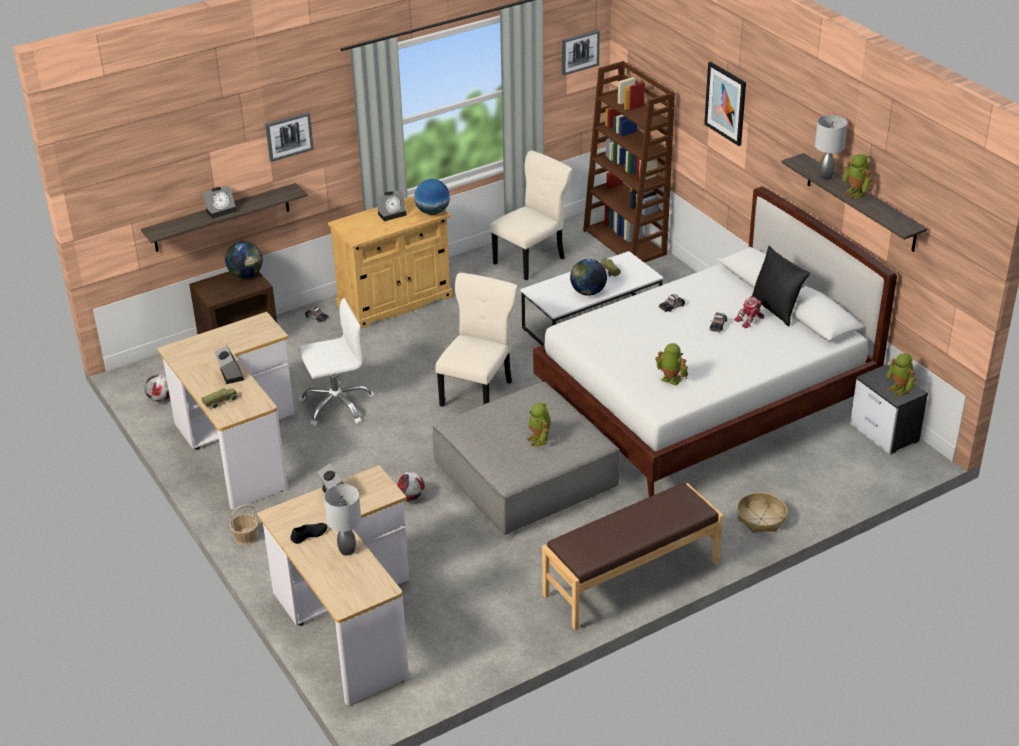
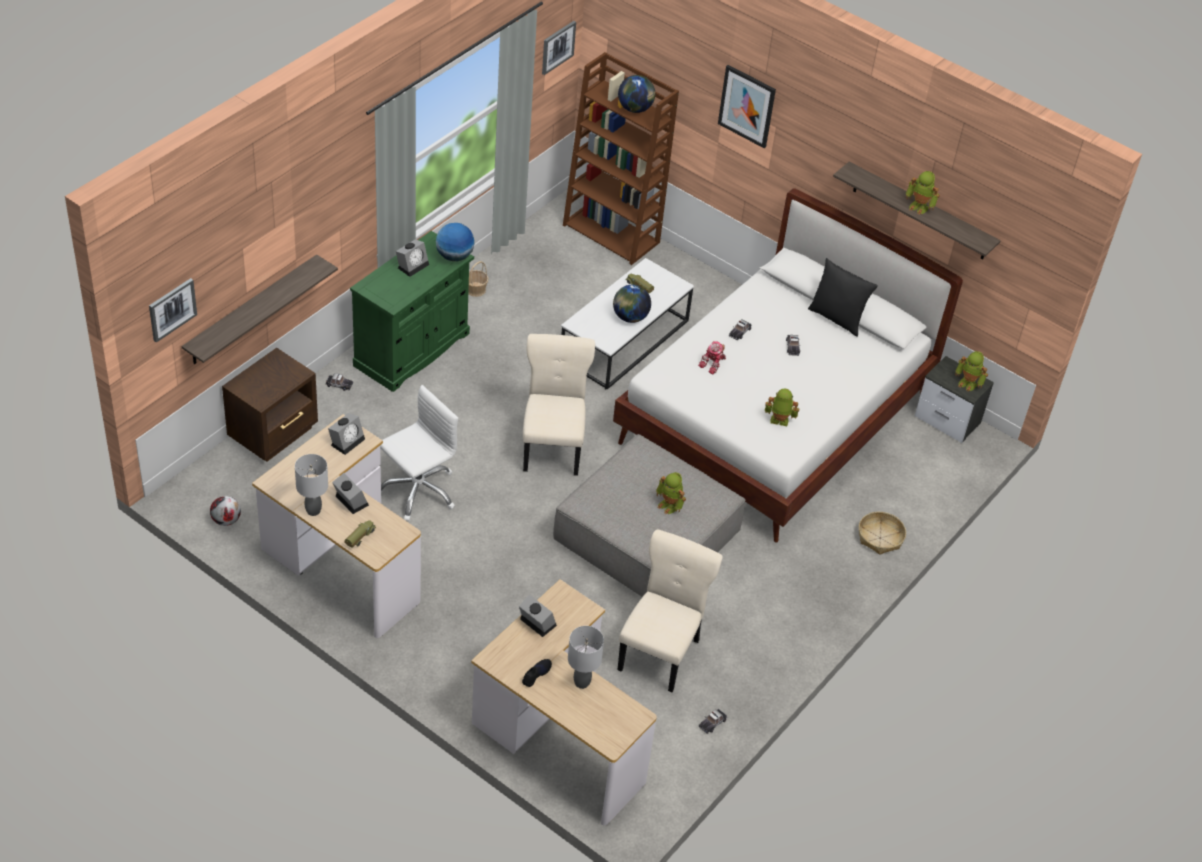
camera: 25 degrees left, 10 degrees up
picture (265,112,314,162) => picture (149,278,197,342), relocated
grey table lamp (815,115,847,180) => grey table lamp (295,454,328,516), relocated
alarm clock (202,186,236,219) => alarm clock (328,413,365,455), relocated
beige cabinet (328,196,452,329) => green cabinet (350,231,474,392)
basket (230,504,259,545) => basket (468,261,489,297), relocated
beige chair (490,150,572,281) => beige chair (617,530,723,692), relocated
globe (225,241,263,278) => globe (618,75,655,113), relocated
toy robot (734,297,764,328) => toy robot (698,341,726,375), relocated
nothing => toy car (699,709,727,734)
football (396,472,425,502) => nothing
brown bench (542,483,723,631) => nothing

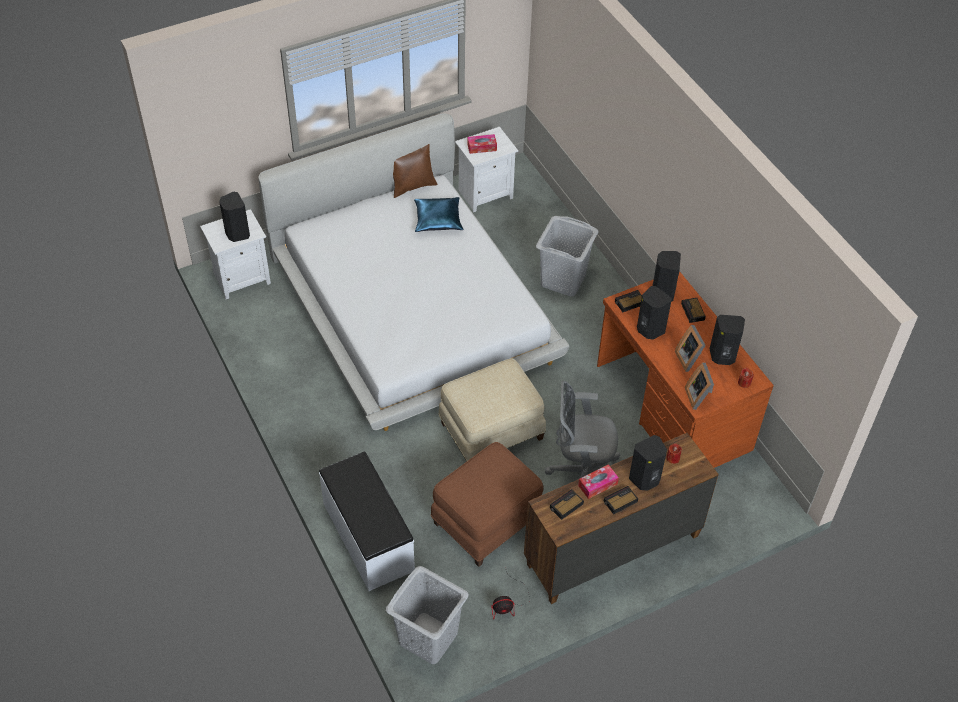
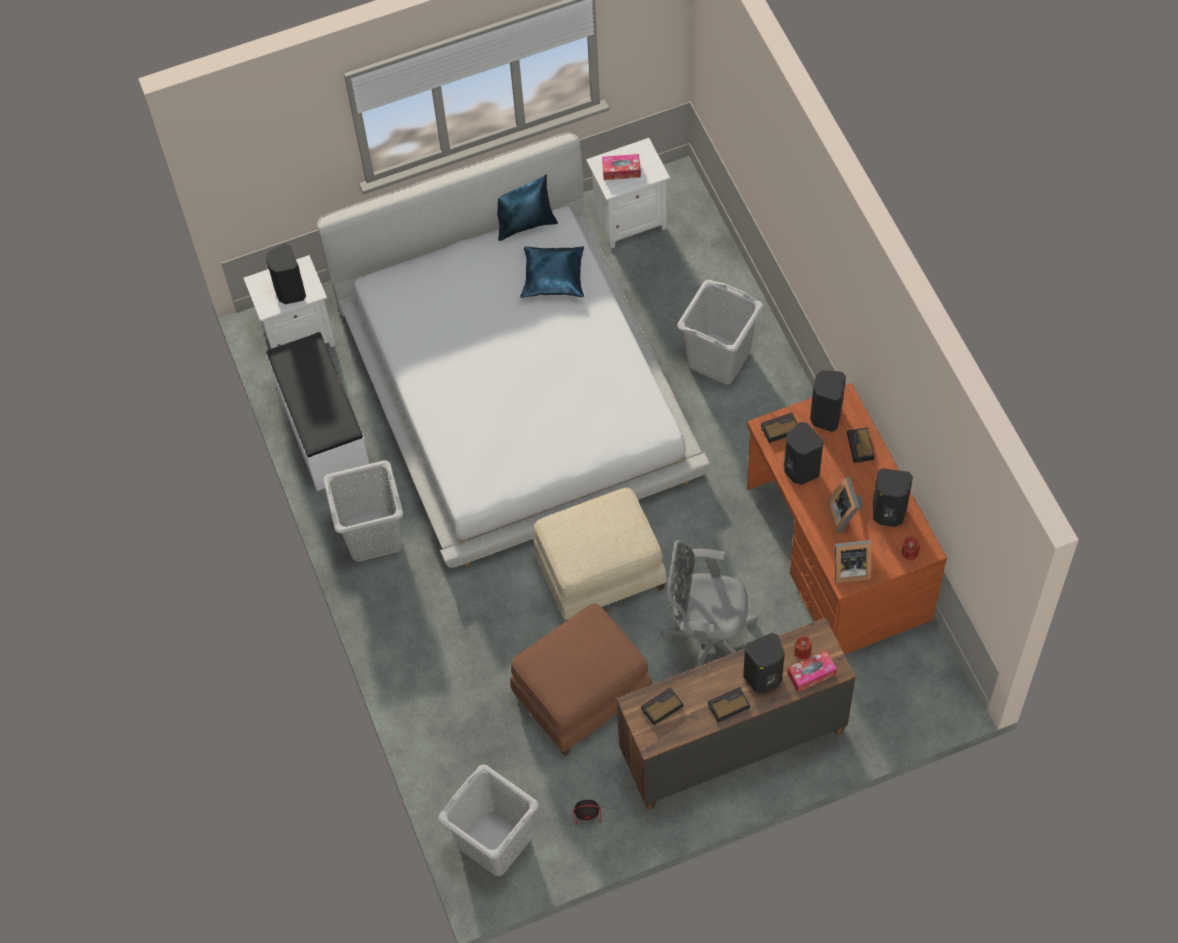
camera: 10 degrees right, 10 degrees up
white bench (319,452,415,591) => white bench (266,332,369,491), relocated
nothing => grey laundry basket (323,460,403,562)
brown pillow (393,144,438,198) => blue pillow (497,175,558,241)
tissue box (578,464,619,499) => tissue box (787,650,837,692), relocated
picture frame (685,363,714,410) => picture frame (832,540,872,583), 90 degrees counterclockwise

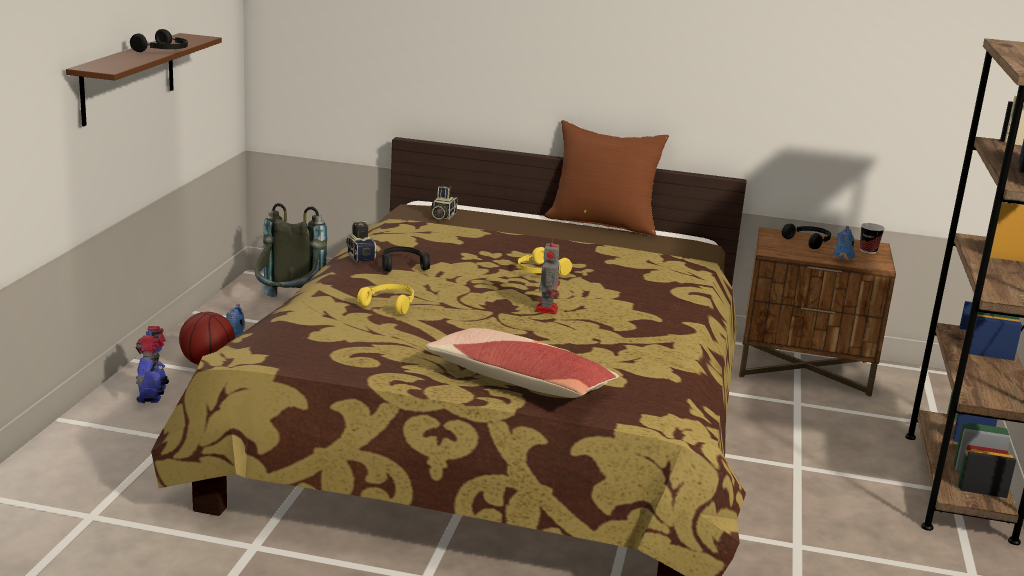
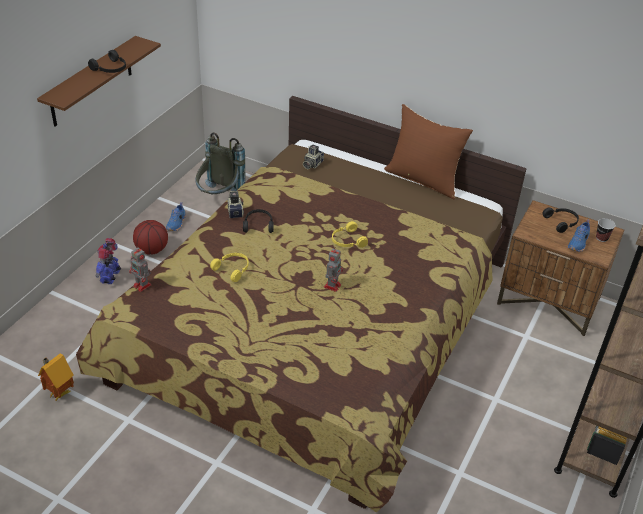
camera: 15 degrees right, 20 degrees up
nothing => toy house (38,353,74,402)
nothing => toy robot (129,246,151,292)
pillow (425,328,619,398) => nothing

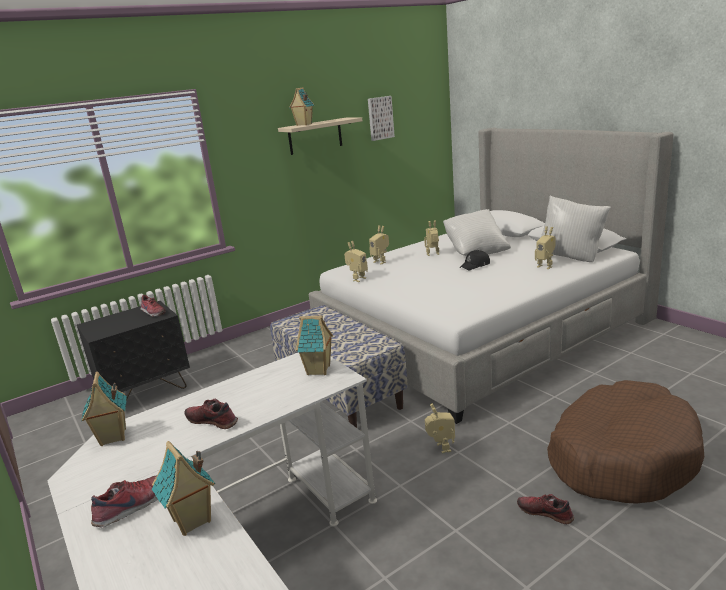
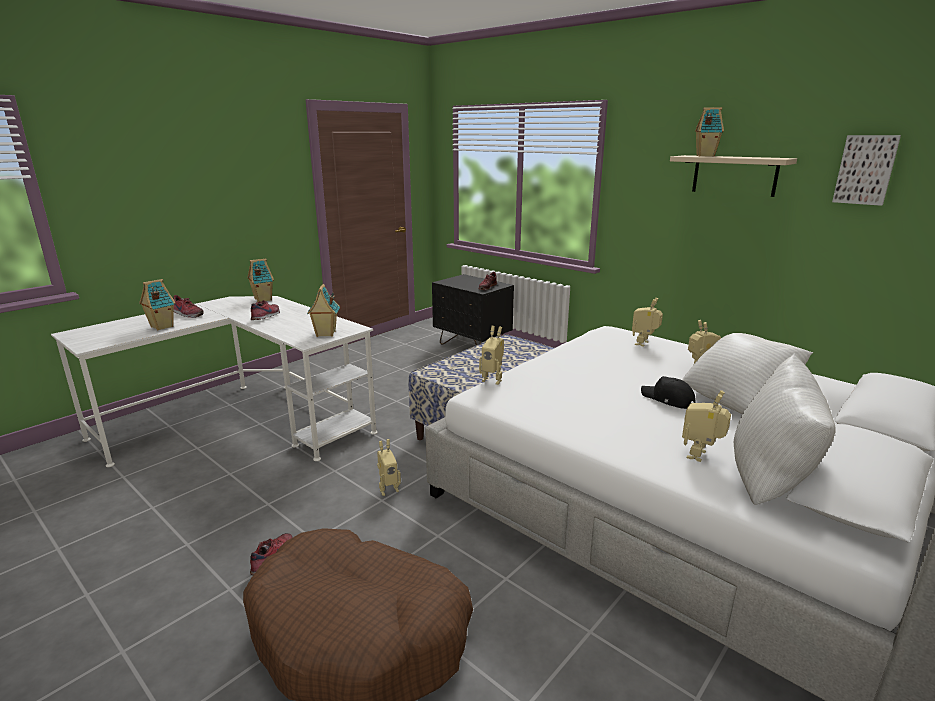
camera: 75 degrees right, 0 degrees up
toy robot (344,241,368,282) => toy robot (479,325,504,385), relocated

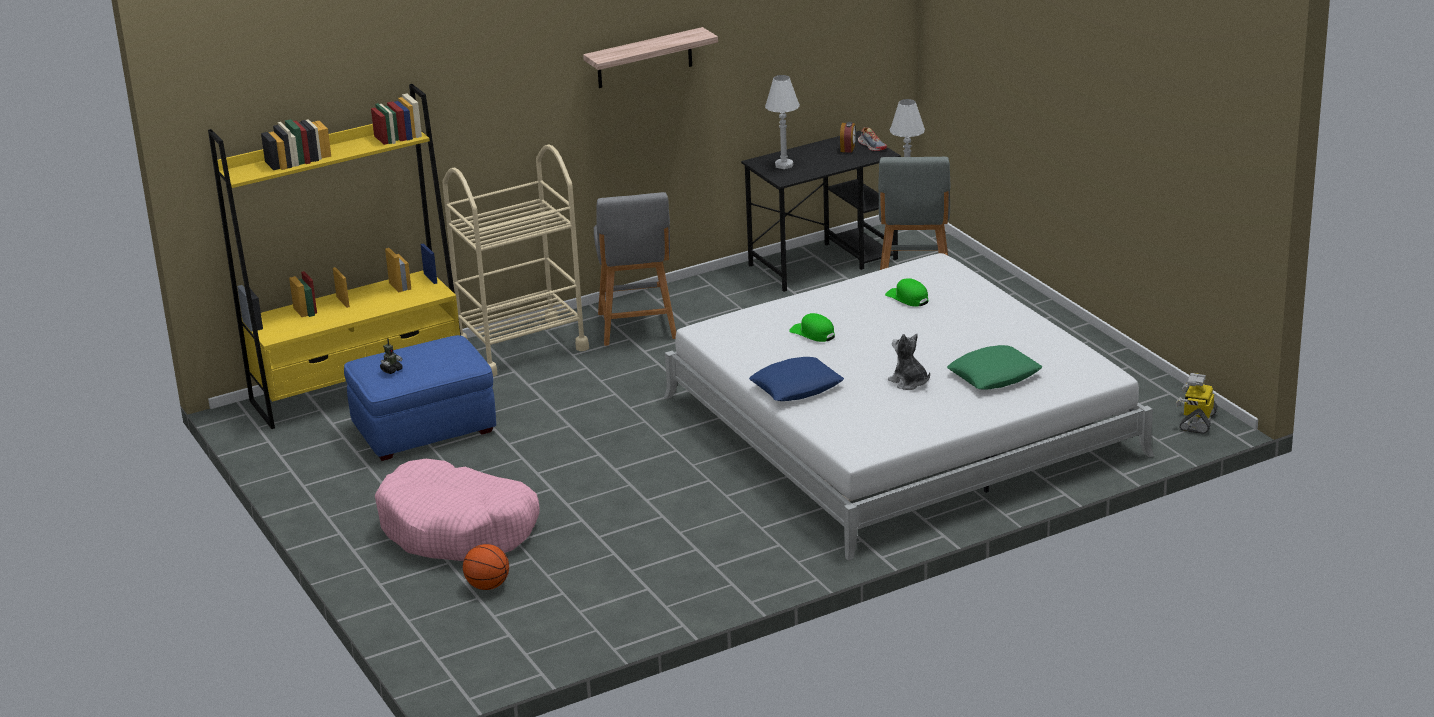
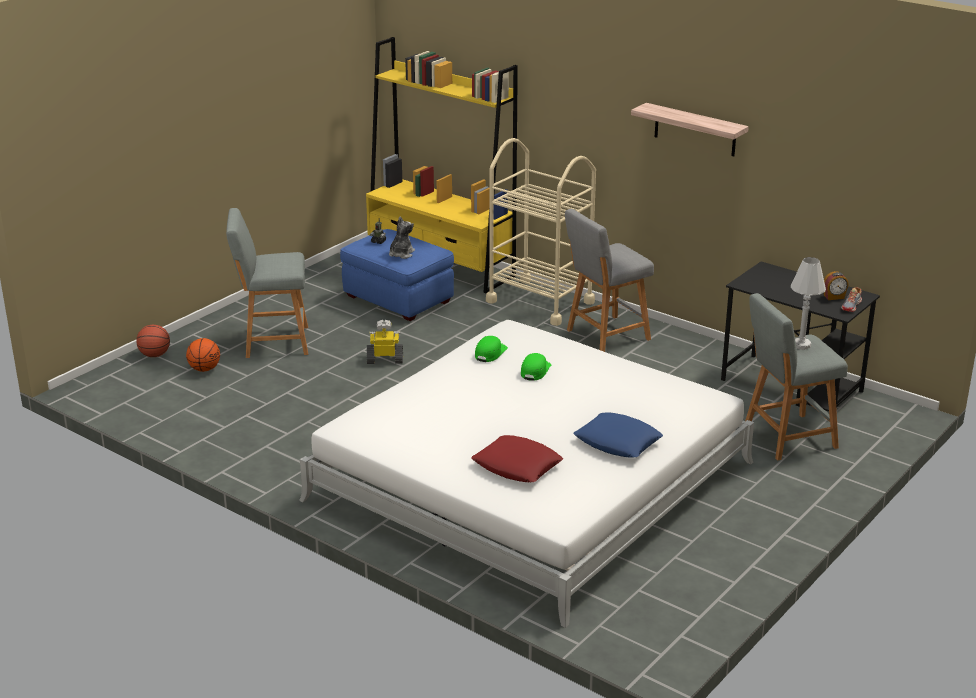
camera: 65 degrees right, 0 degrees up
nothing => basketball (136,325,170,357)
pink dog bed (375,459,540,561) => grey stool (226,208,308,358)
toy robot (1176,373,1218,434) => toy robot (367,320,403,364), relocated
plush toy (888,334,930,390) => plush toy (389,217,415,259), relocated
green pillow (947,345,1042,389) => red pillow (471,435,563,482)
green cap (885,278,928,307) => green cap (475,336,508,362), relocated
blue pillow (749,357,844,401) => blue pillow (573,413,663,457), relocated
white table lamp (765,75,800,169) => nothing

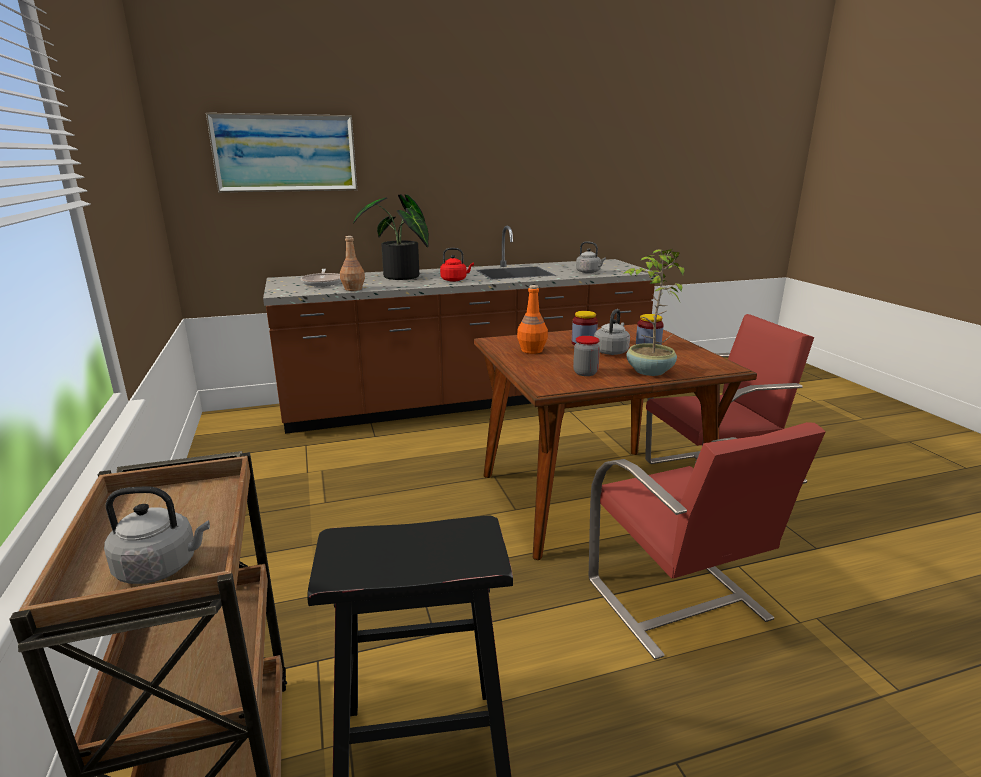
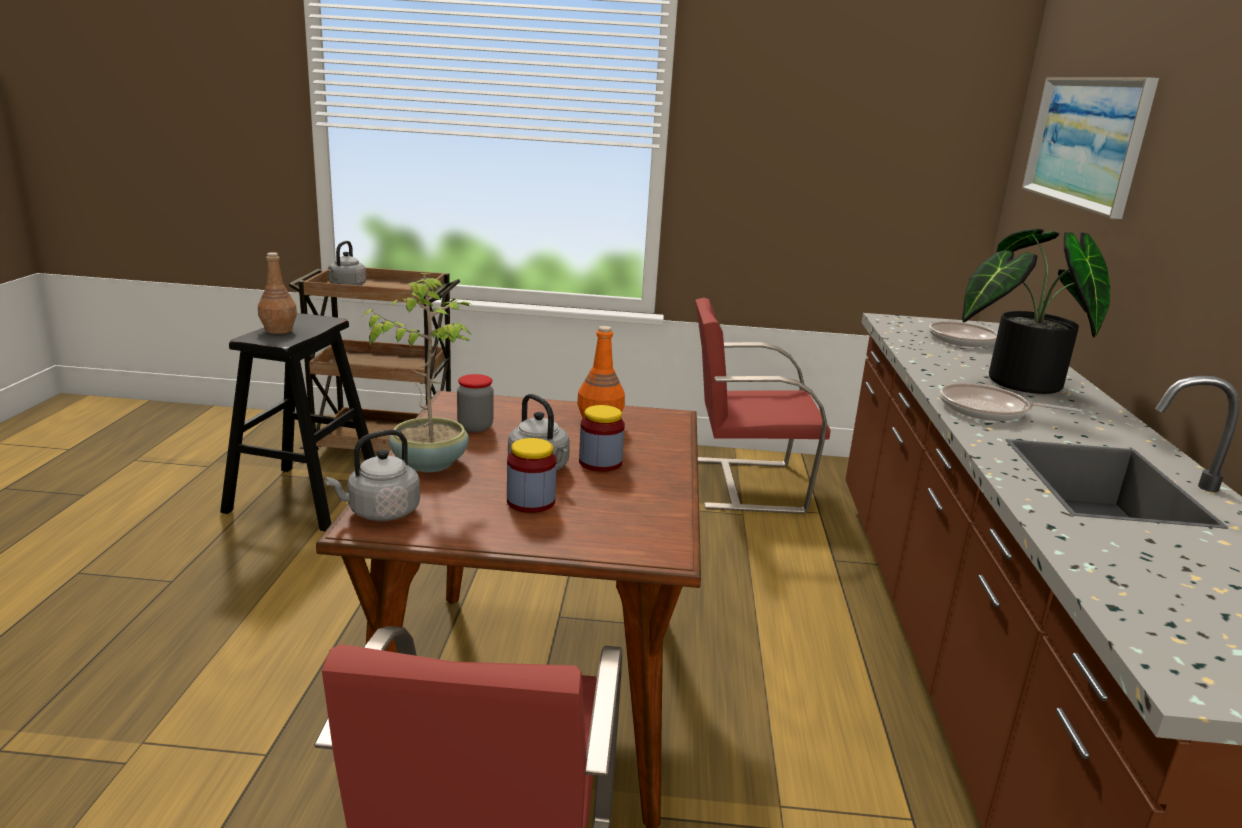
camera: 110 degrees right, 0 degrees up
brown bottle (340,236,365,291) => brown bottle (258,252,297,334), relocated
grey kettle (576,241,606,273) => grey kettle (325,430,420,521), relocated
red chair (589,422,825,660) => red chair (695,298,830,514), relocated
red kettle (440,248,474,282) => frying pan (940,383,1083,421)

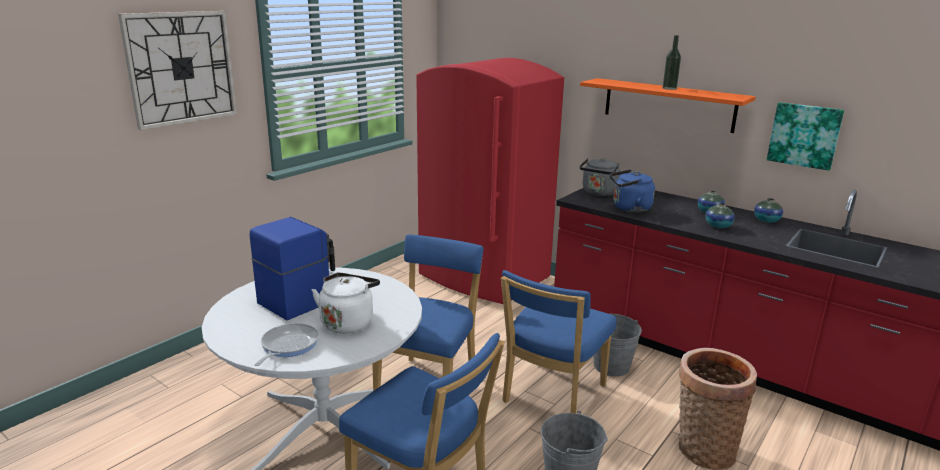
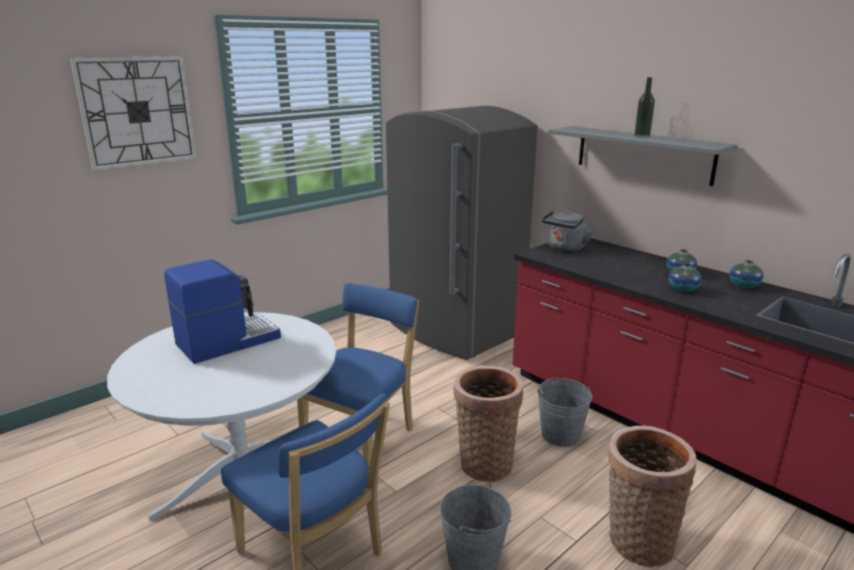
camera: 10 degrees right, 0 degrees up
red fridge (416,58,564,304) => grey fridge (386,106,538,360)
blue chair (501,270,617,414) => basket (453,366,523,482)
orange shelf (580,78,756,133) => grey shelf (548,126,738,186)
frying pan (254,323,319,366) => nothing
white kettle (312,273,380,334) => nothing
blue kettle (610,169,655,213) => nothing
picture (767,102,844,171) => nothing

